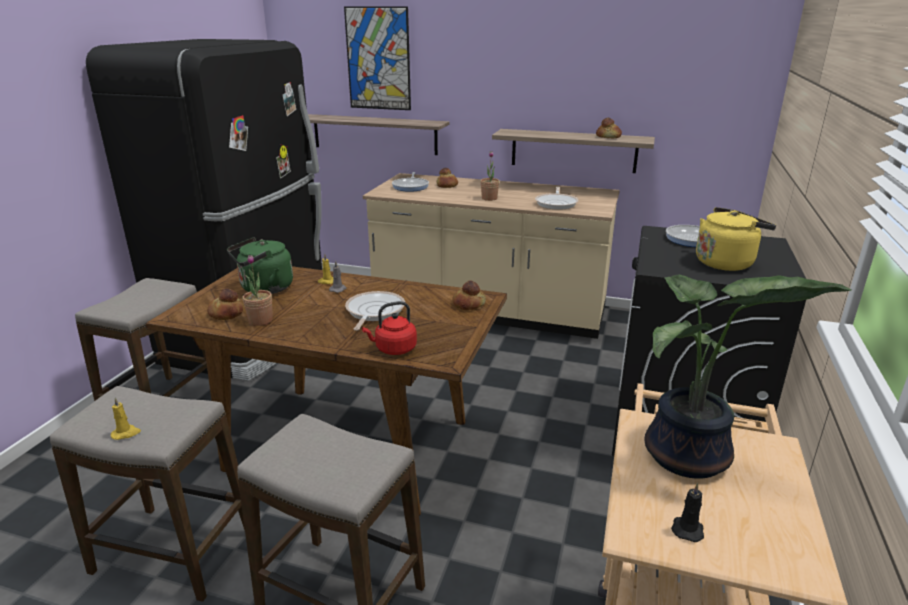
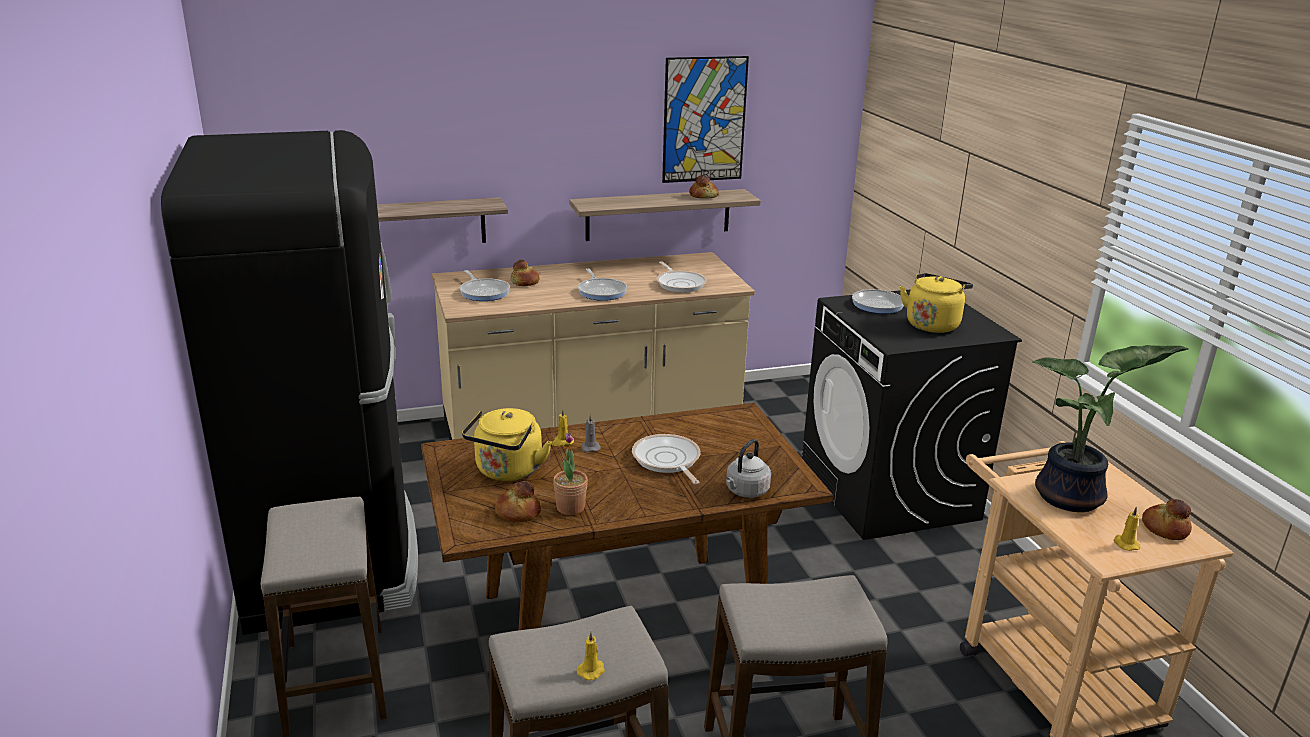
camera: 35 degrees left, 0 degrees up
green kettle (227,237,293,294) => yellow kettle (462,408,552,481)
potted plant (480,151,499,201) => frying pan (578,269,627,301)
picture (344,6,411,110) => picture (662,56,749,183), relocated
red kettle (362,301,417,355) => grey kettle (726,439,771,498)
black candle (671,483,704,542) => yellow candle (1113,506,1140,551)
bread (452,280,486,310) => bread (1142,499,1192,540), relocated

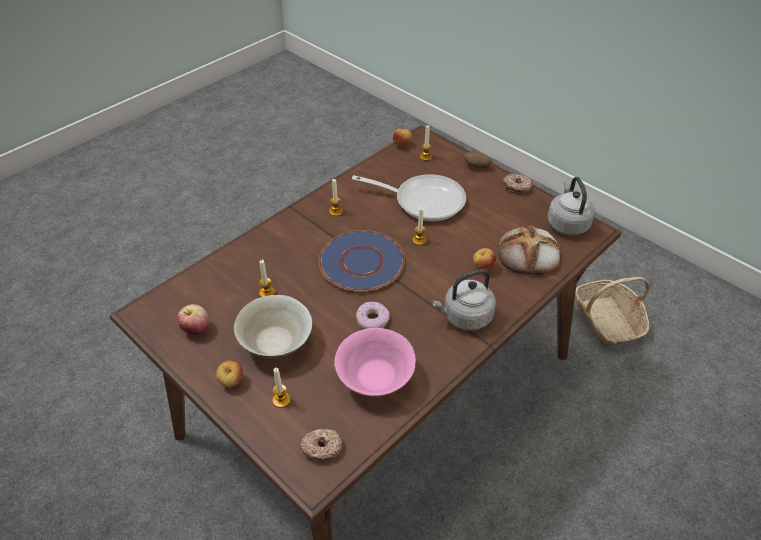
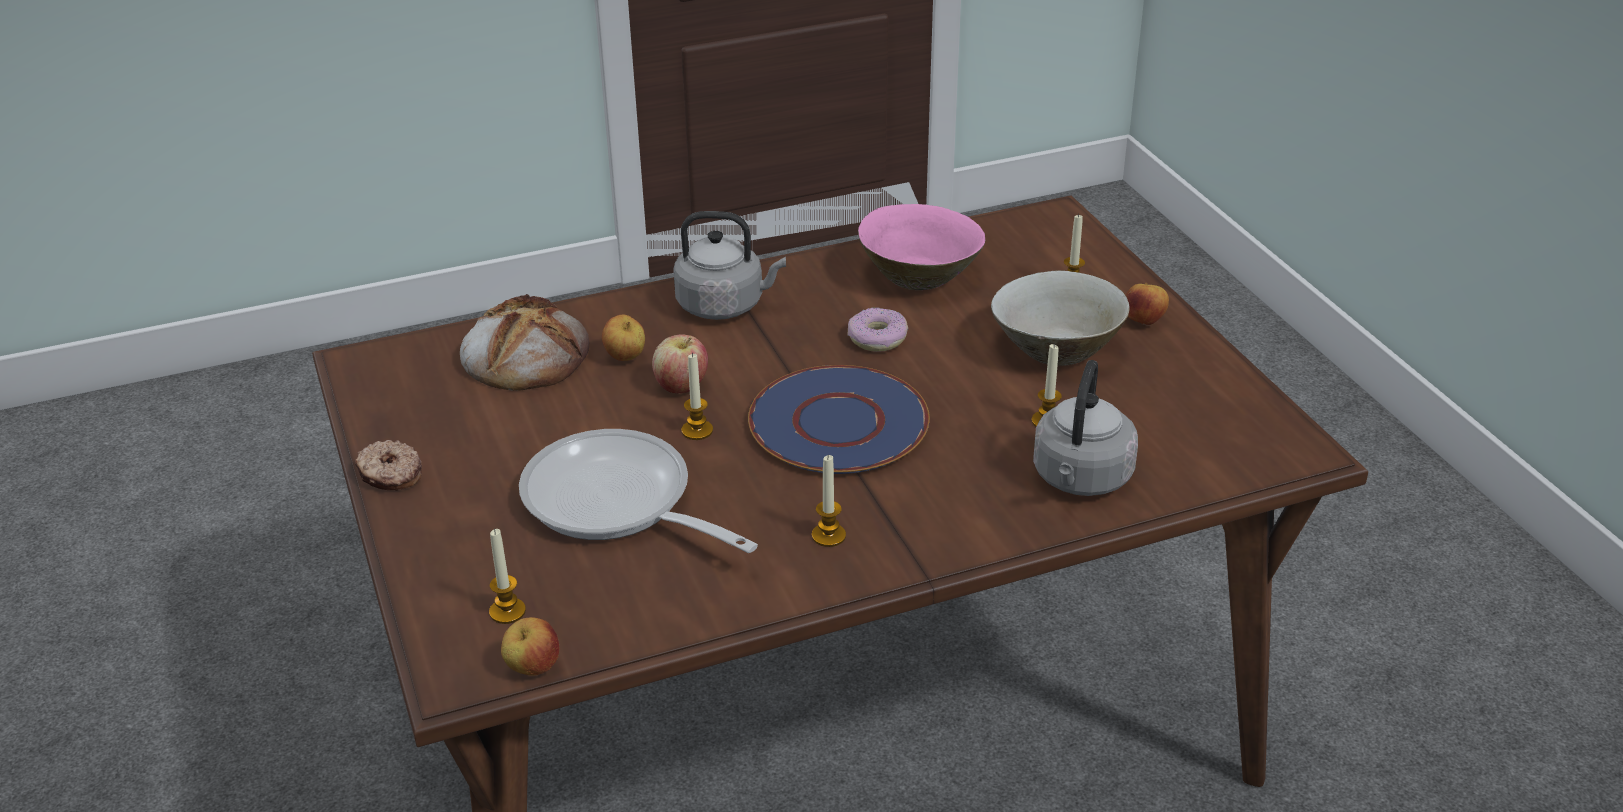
camera: 155 degrees left, 10 degrees down
apple (177,304,209,335) => apple (652,334,708,393), relocated
grey kettle (547,177,595,235) => grey kettle (1033,360,1138,496), relocated
donut (300,429,342,462) => nothing
potato (464,151,492,168) => nothing
basket (575,277,650,346) => nothing

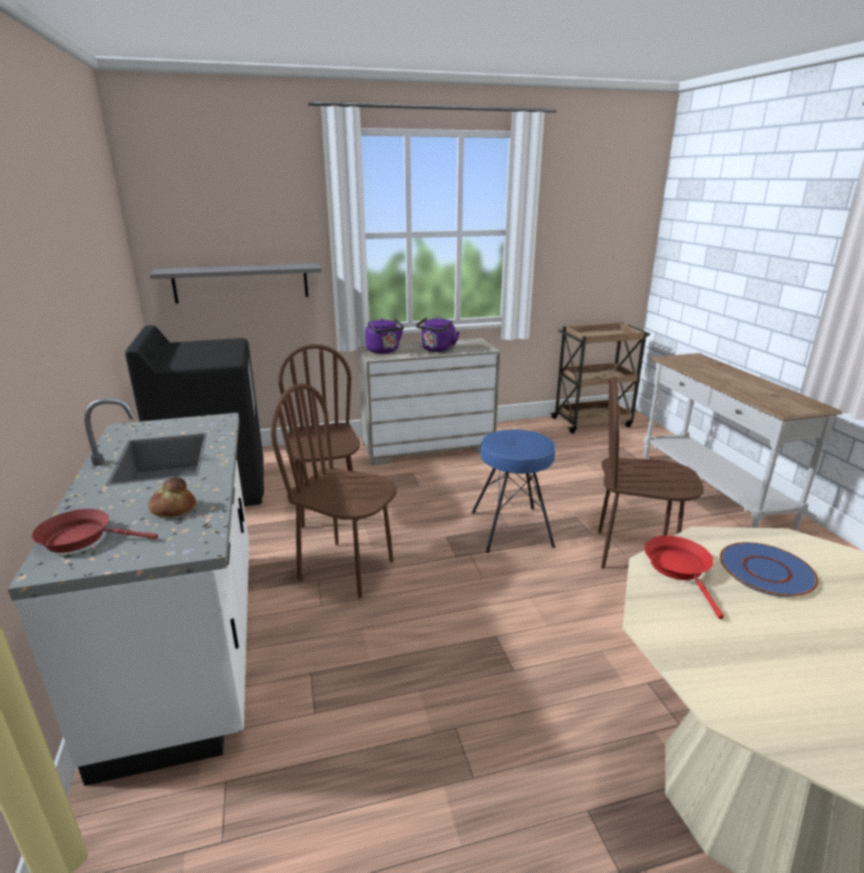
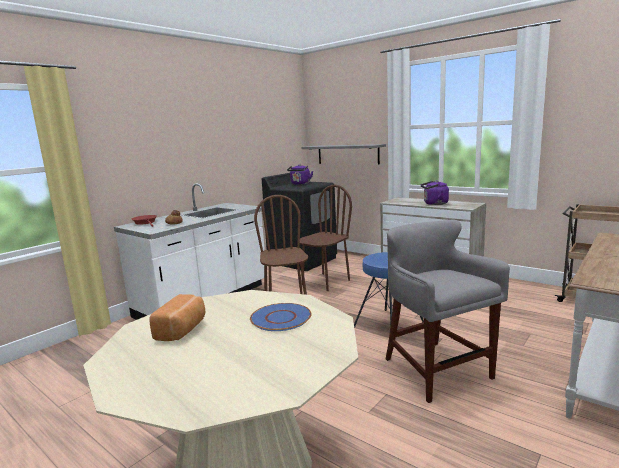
camera: 55 degrees right, 10 degrees down
nothing => bread (149,294,205,341)
purple kettle (365,318,404,354) => purple kettle (287,164,313,185), relocated
brown chair (598,377,704,569) => grey stool (386,220,510,403)
red frying pan (644,536,724,619) => nothing

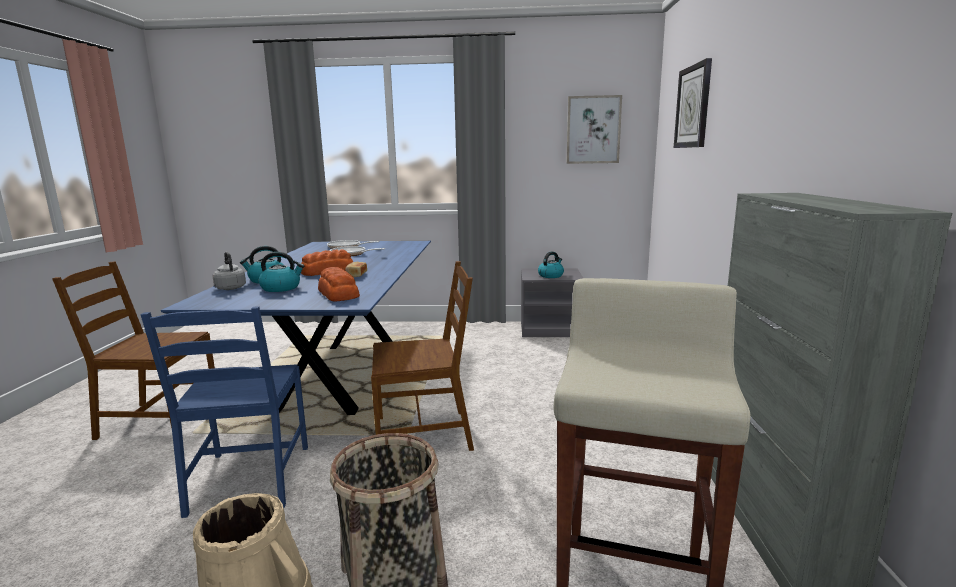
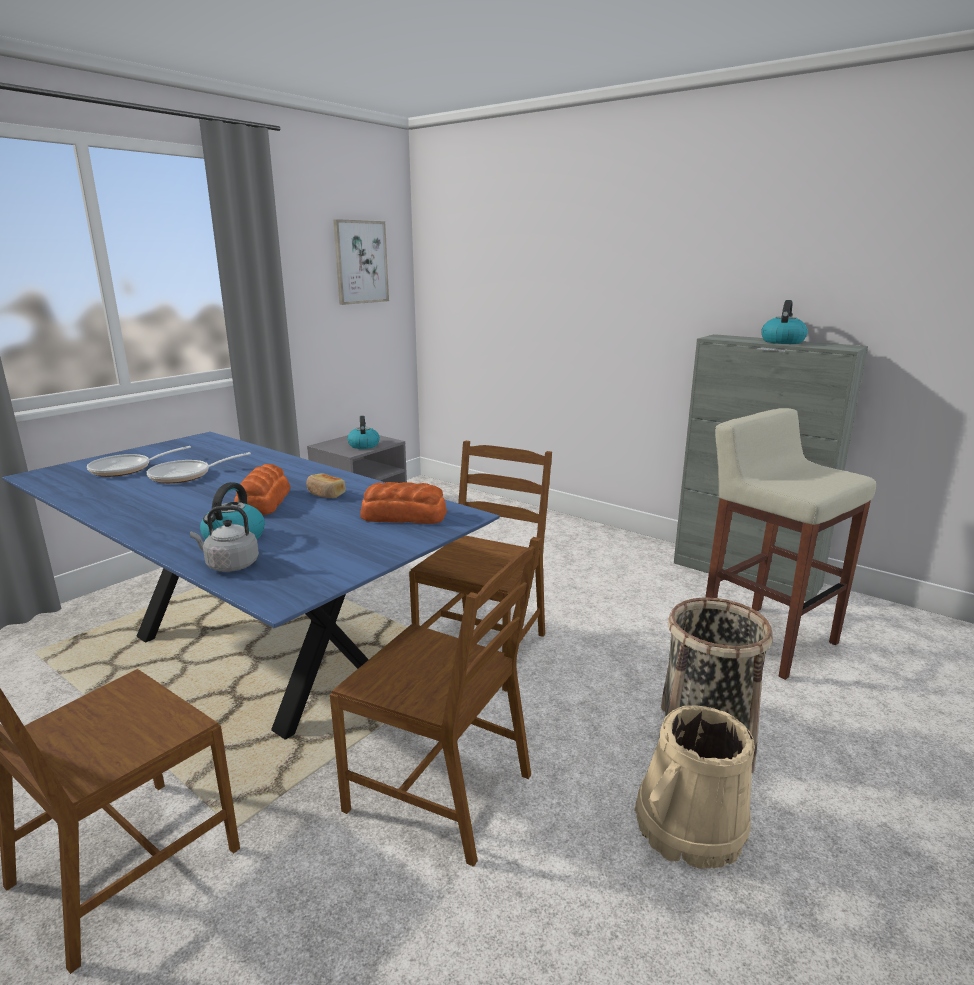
camera: 55 degrees left, 5 degrees up
blue chair (140,306,308,518) => brown chair (330,537,541,867)
kettle (258,252,304,292) => kettle (761,300,808,344), relocated
wall clock (674,58,712,148) => nothing

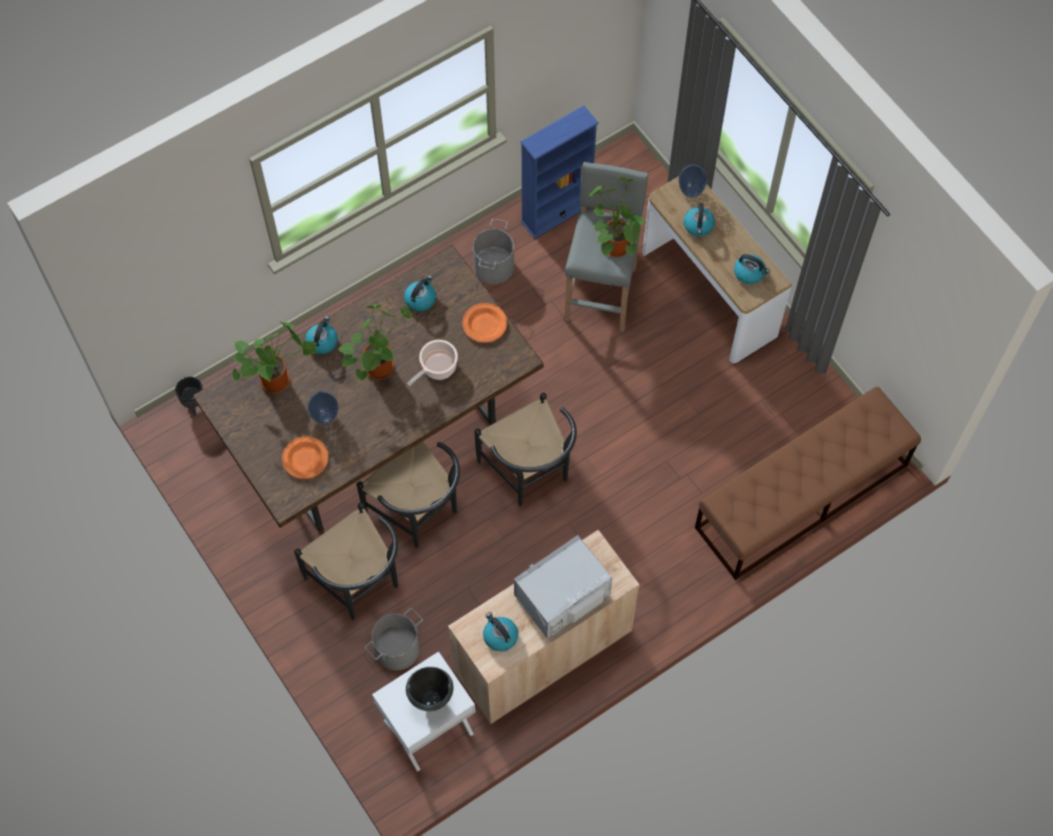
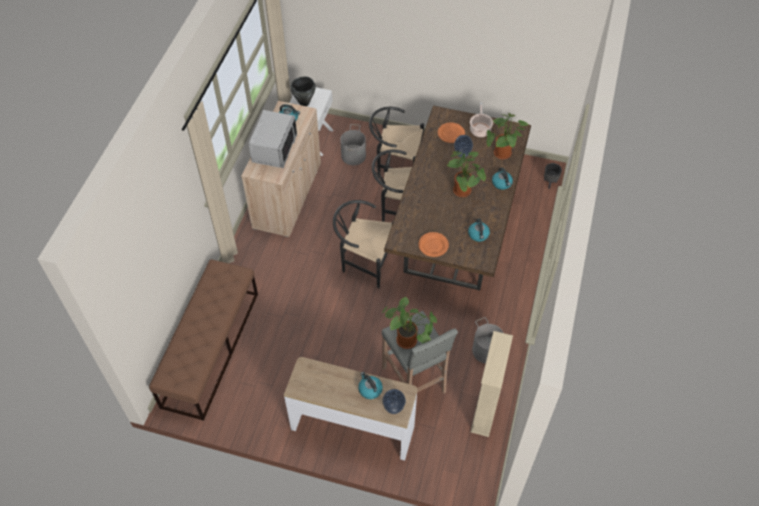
camera: 140 degrees right, 10 degrees down
cooking pot (407,340,458,386) => cooking pot (470,102,493,137), relocated
blue bookcase (520,105,599,239) => beige bookcase (471,331,513,437)
kettle (734,254,770,284) => nothing

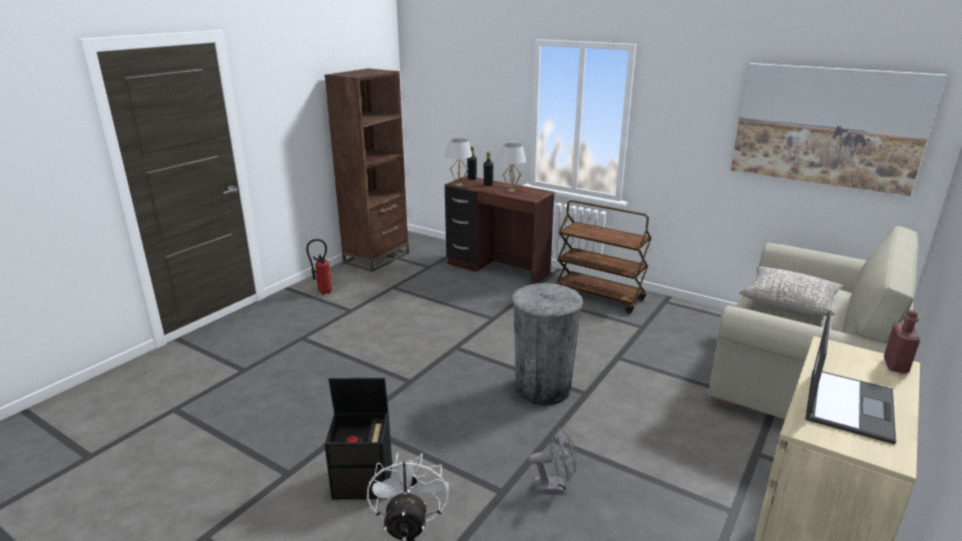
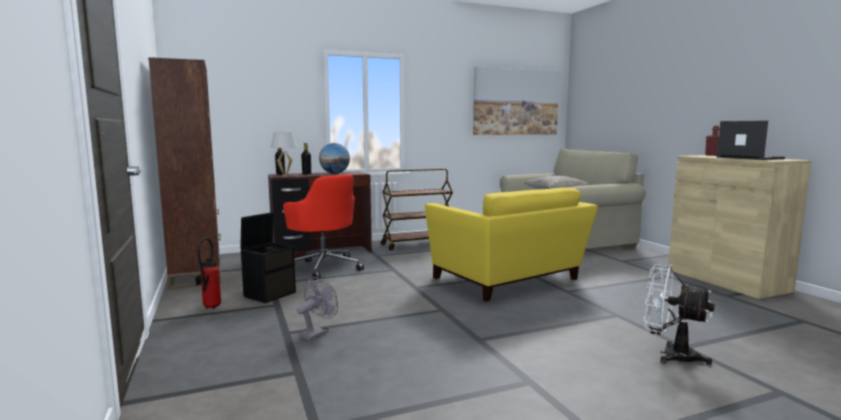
camera: 55 degrees left, 15 degrees down
black storage box (325,378,392,499) => black storage box (240,212,296,303), relocated
nothing => red office chair (283,175,364,280)
grey fan (528,428,577,493) => grey fan (297,277,338,341), relocated
white table lamp (498,143,526,192) => globe (319,143,350,174)
grey trash can (512,283,583,405) => yellow armchair (425,187,598,301)

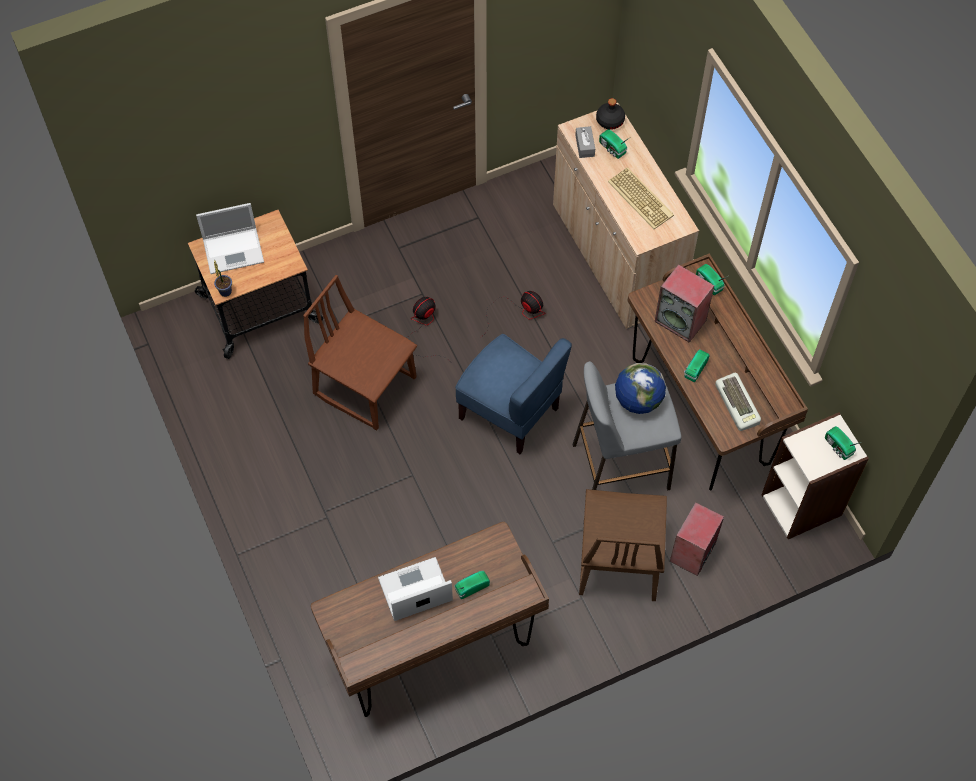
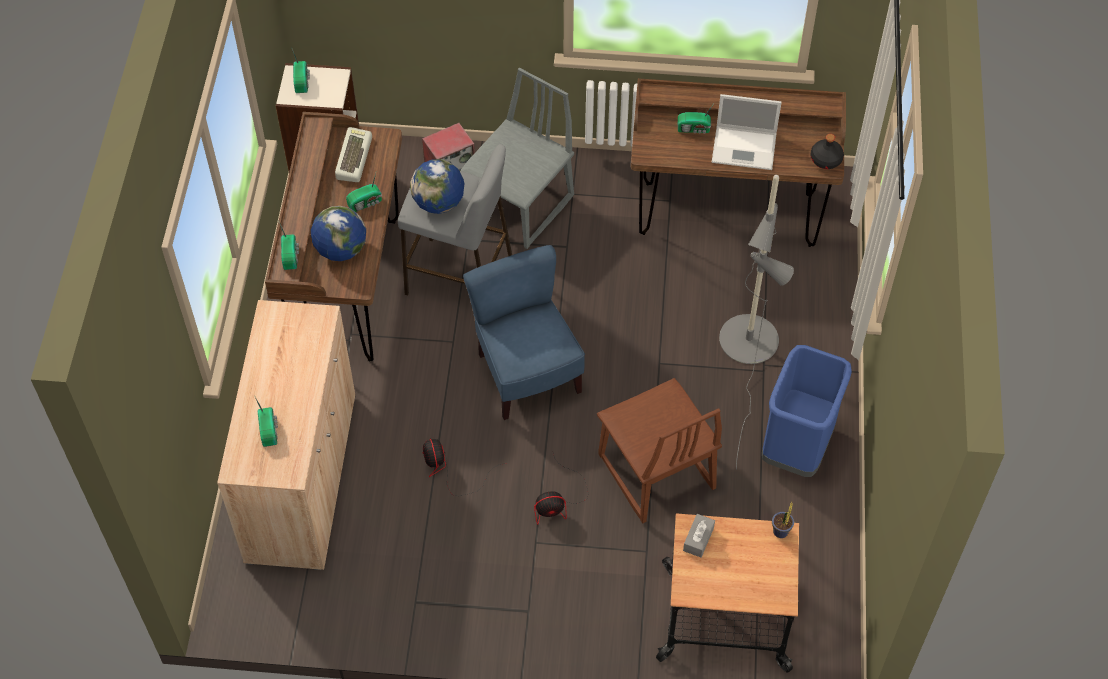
camera: 150 degrees left, 5 degrees down
speaker (655,264,714,343) => globe (311,206,366,261)
brown chair (579,489,667,601) => grey chair (460,68,574,249)
grey tissue box (575,126,595,158) => grey tissue box (683,514,715,558), relocated
nothing => grey floor lamp (719,175,794,469)
nothing => blue trash can (762,345,852,477)
black bottle (596,98,625,130) => black bottle (811,134,844,169), relocated
laptop (196,203,264,274) => nothing
keyboard (608,167,674,229) => nothing

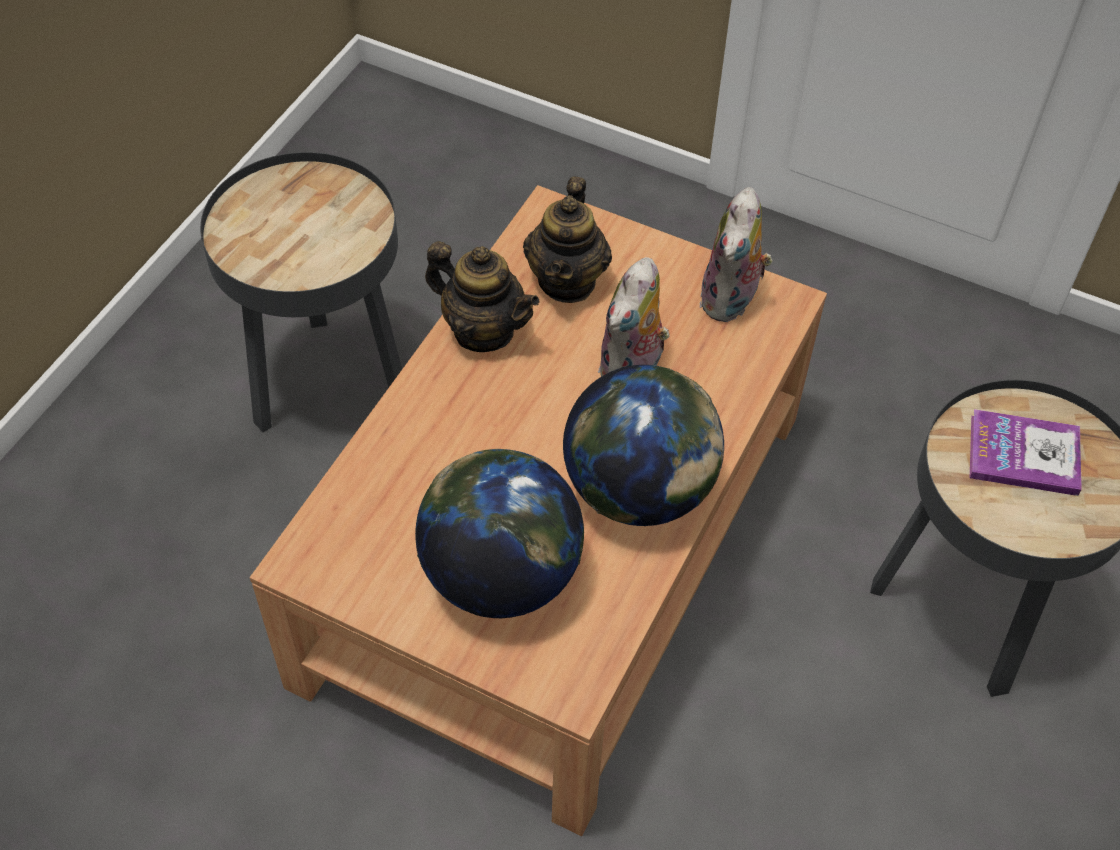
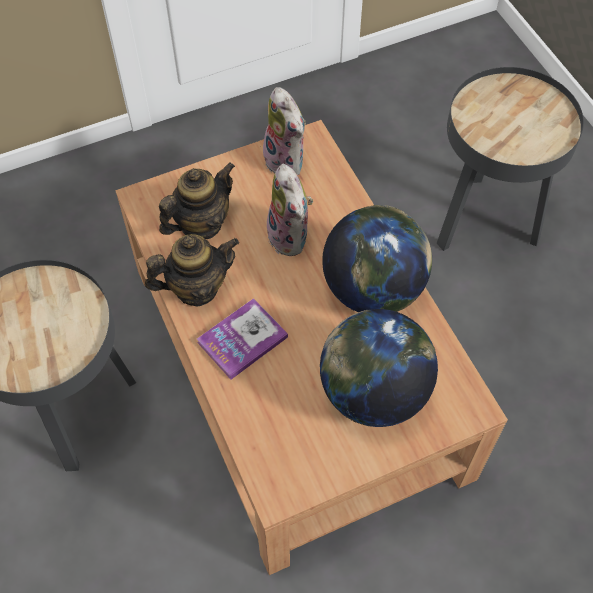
camera: 50 degrees left, 5 degrees up
teapot (523,176,612,303) => teapot (159,162,235,239), 90 degrees counterclockwise
book (970,409,1082,496) => book (197,298,288,379), relocated

